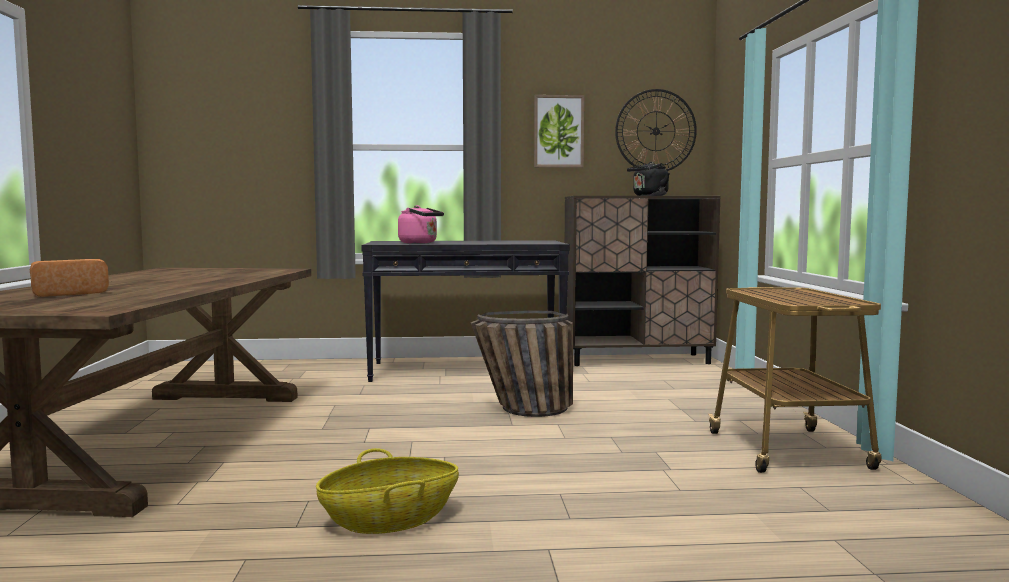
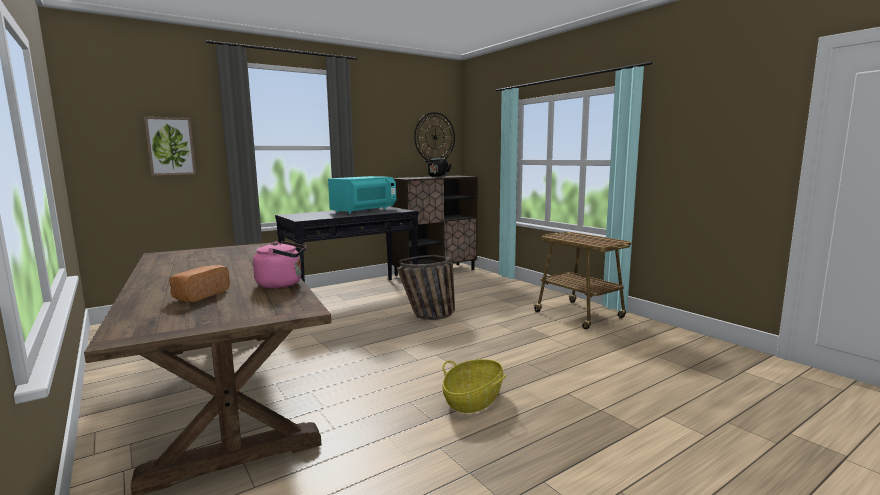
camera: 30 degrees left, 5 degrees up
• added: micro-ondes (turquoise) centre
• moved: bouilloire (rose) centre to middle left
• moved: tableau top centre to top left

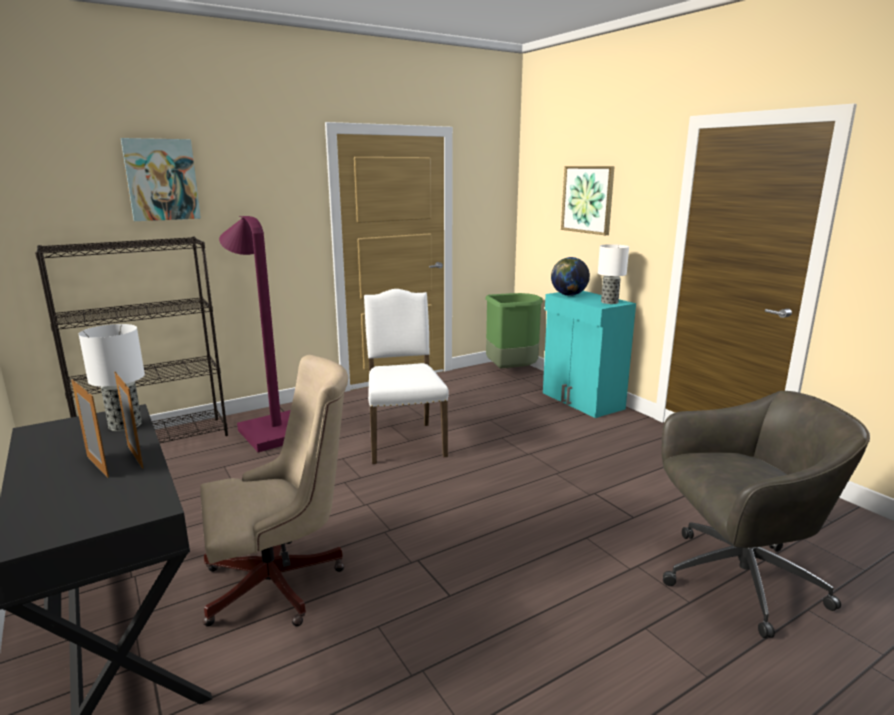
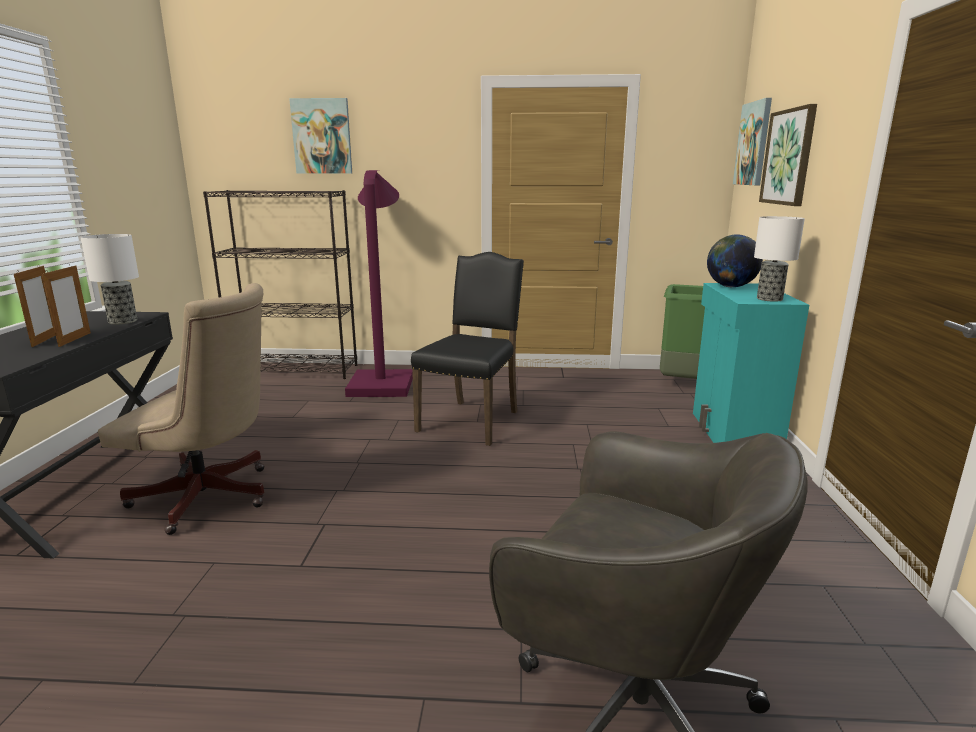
camera: 35 degrees right, 0 degrees up
• added: tableau (2nd from left) top right
• recoloured: chaise (blanc) centre to chaise (noir) centre

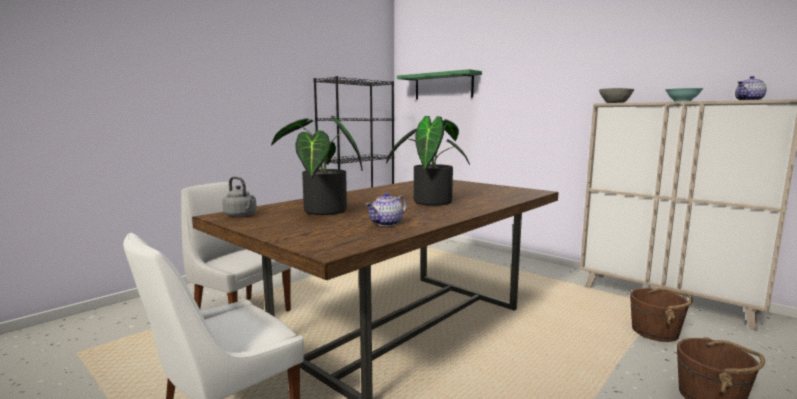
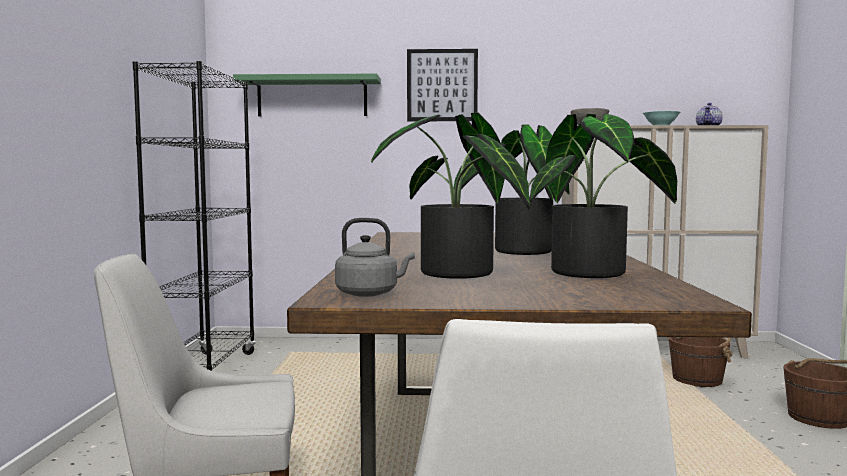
camera: 40 degrees left, 5 degrees down
• added: tableau top centre
• replaced: théière (1st from left) centre to plante en pot (3rd from left) middle right

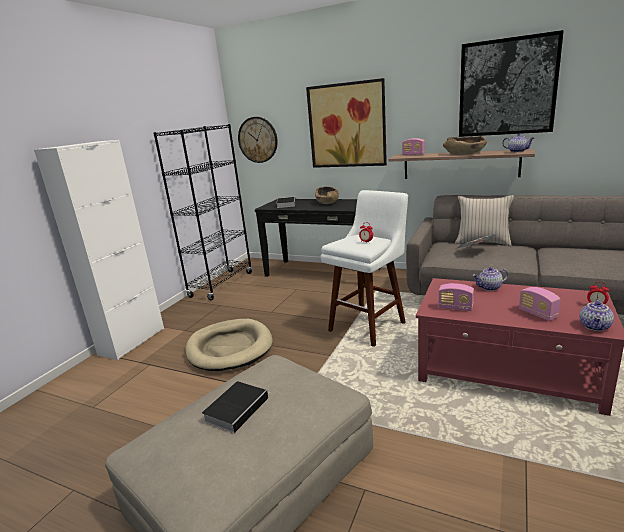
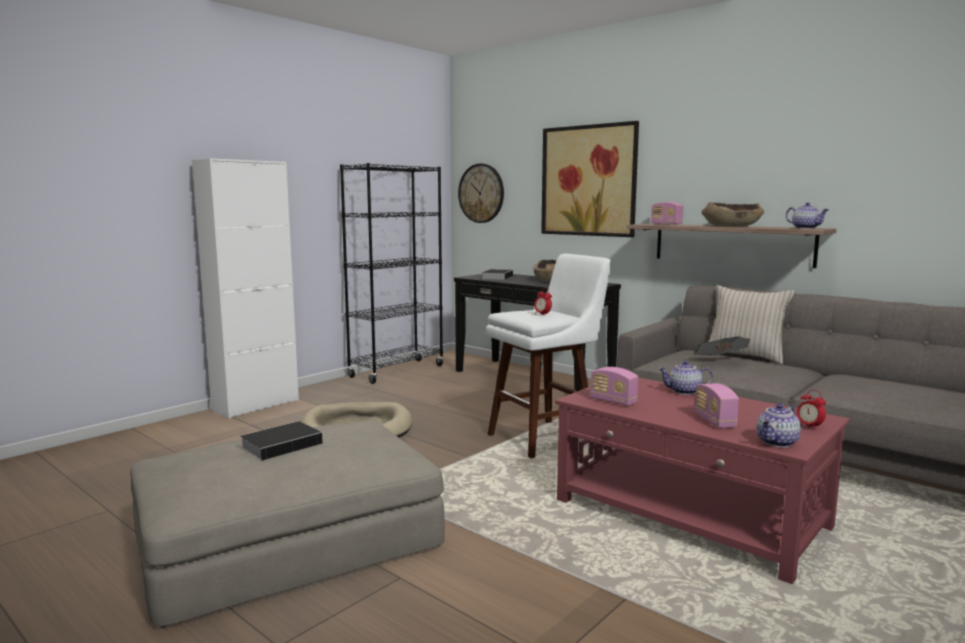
camera: 15 degrees right, 10 degrees down
• removed: tableau (2nd from left) top right

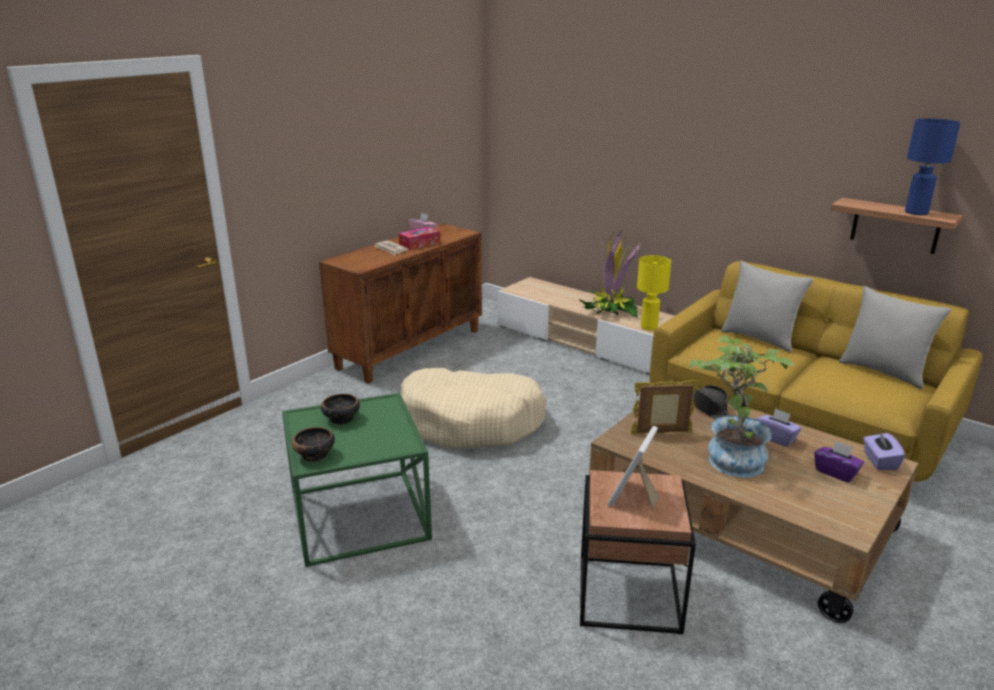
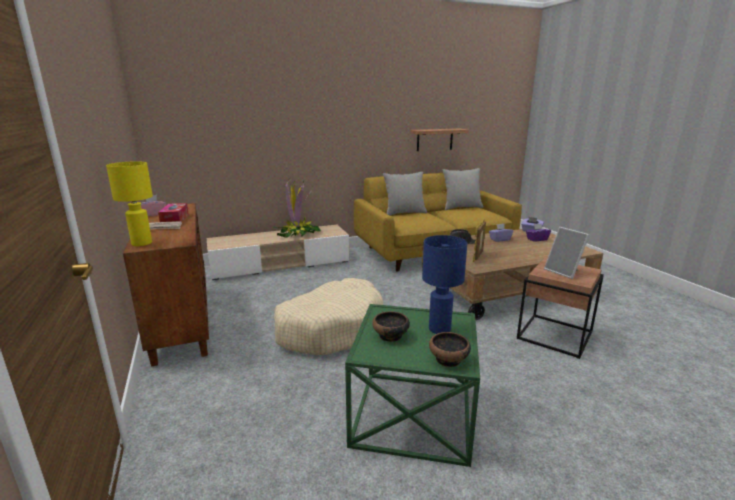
camera: 60 degrees left, 5 degrees down
• removed: plante en pot (2nd from left) middle right
• moved: lampe de table (jaune) centre to middle left
• moved: lampe de table (bleu) top right to centre

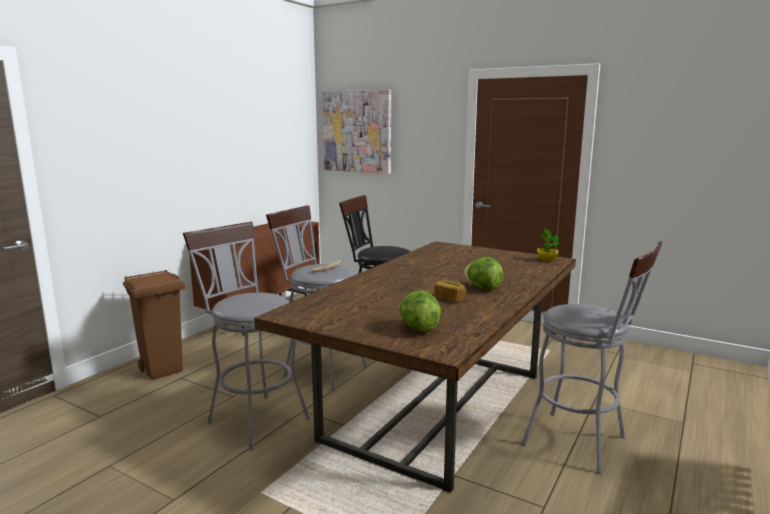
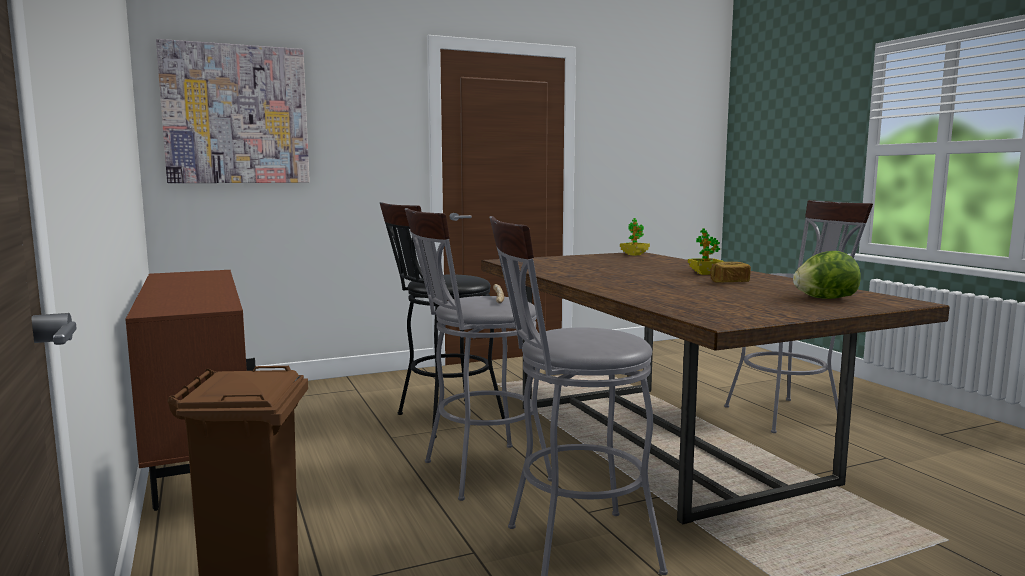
camera: 55 degrees left, 5 degrees down
• replaced: laitue (2nd from left) centre to plante en pot (2nd from left) middle right

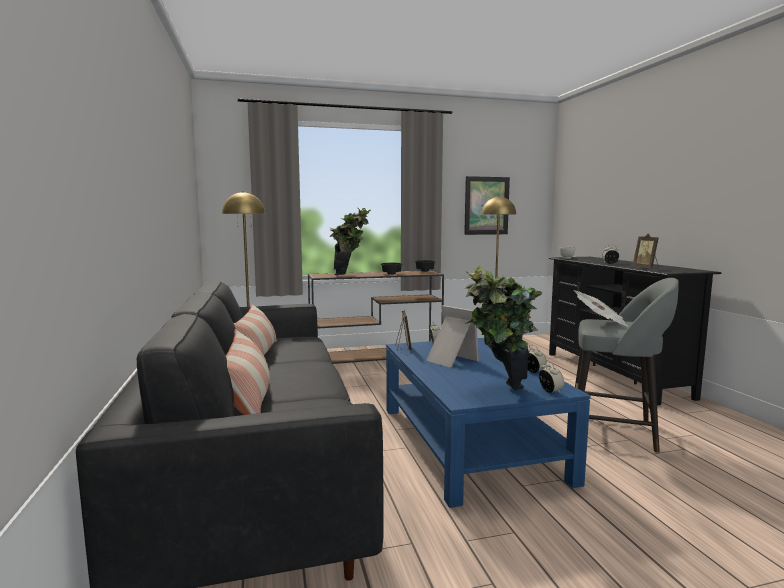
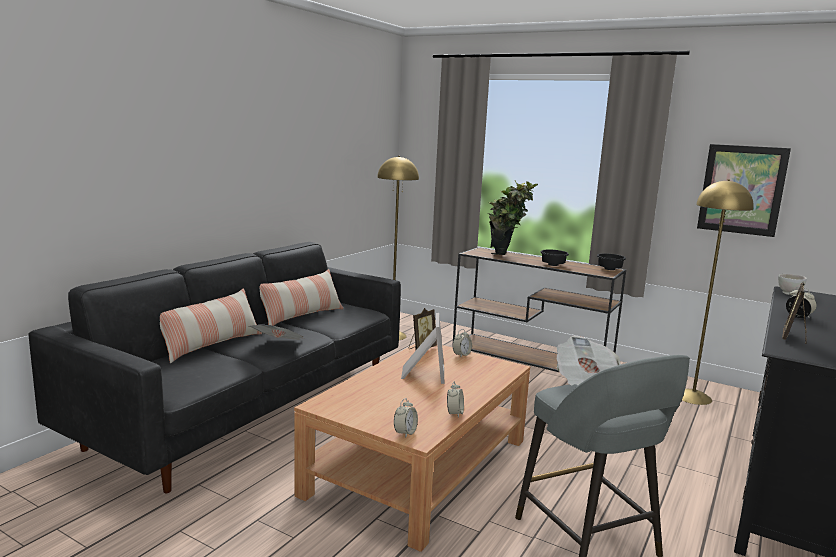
camera: 45 degrees right, 5 degrees up
• removed: plante en pot (2nd from left) centre
• added: journal (1st from left) middle left
• recoloured: table basse (bleu) bottom centre to table basse (marron) bottom centre

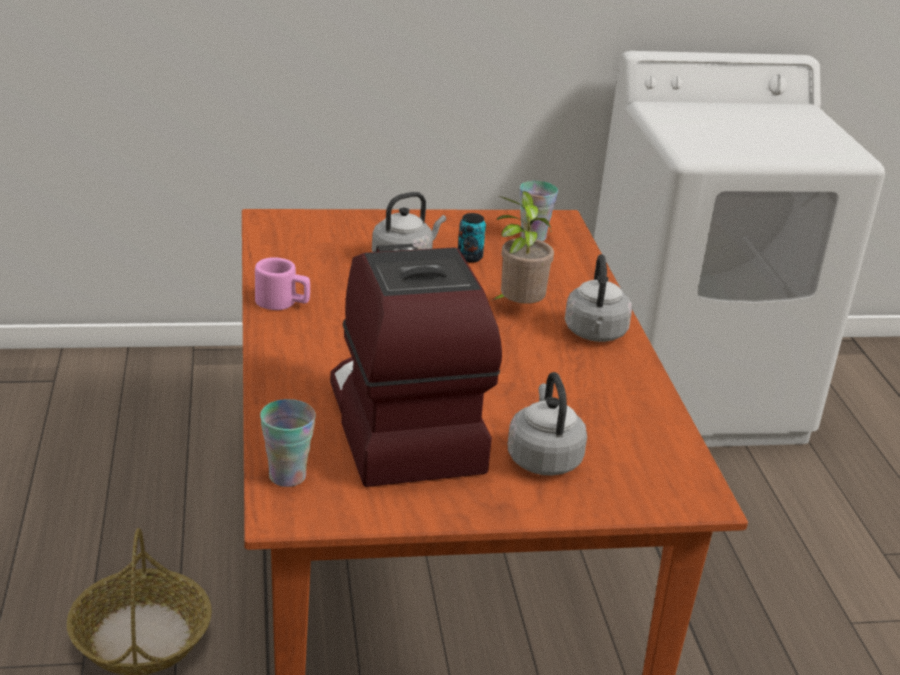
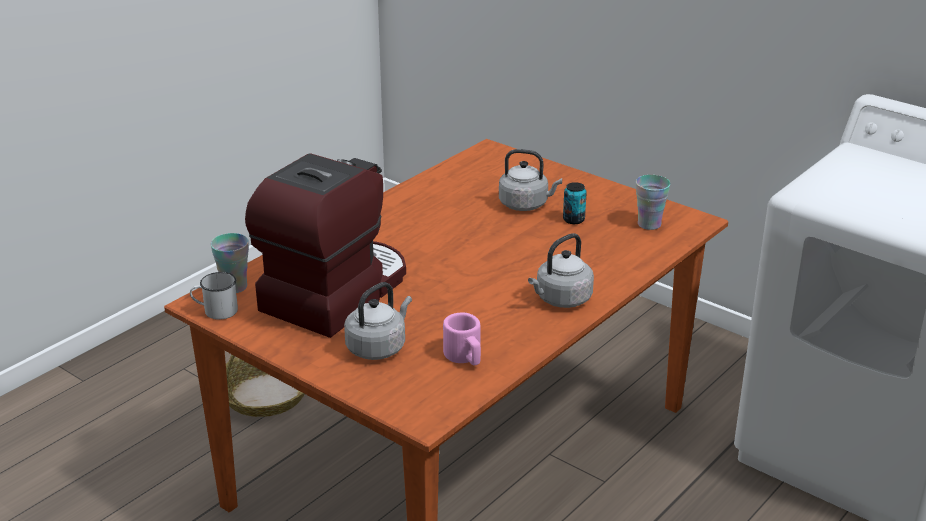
camera: 50 degrees right, 0 degrees up
• removed: plante en pot centre
• added: mug (blanc) middle left
• moved: mug (rose) middle left to centre

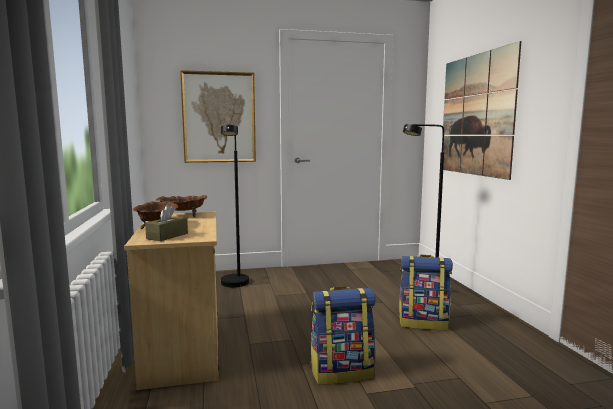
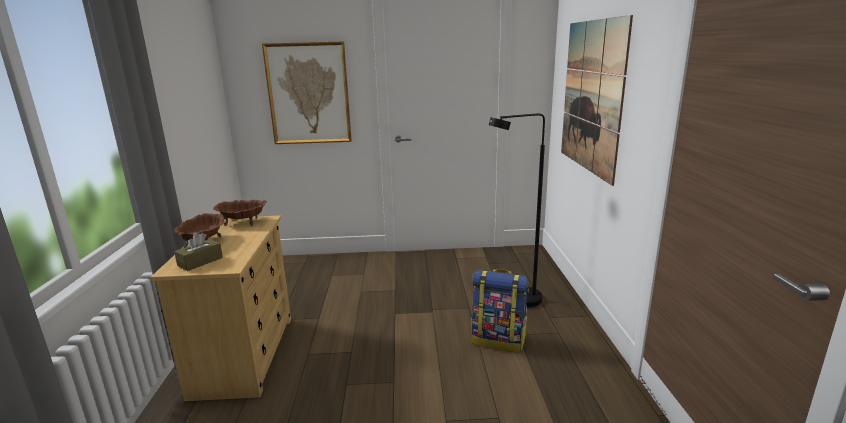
camera: 10 degrees right, 10 degrees up
• removed: lampadaire (noir) (1st from left) centre
• removed: sac à dos (1st from left) bottom centre

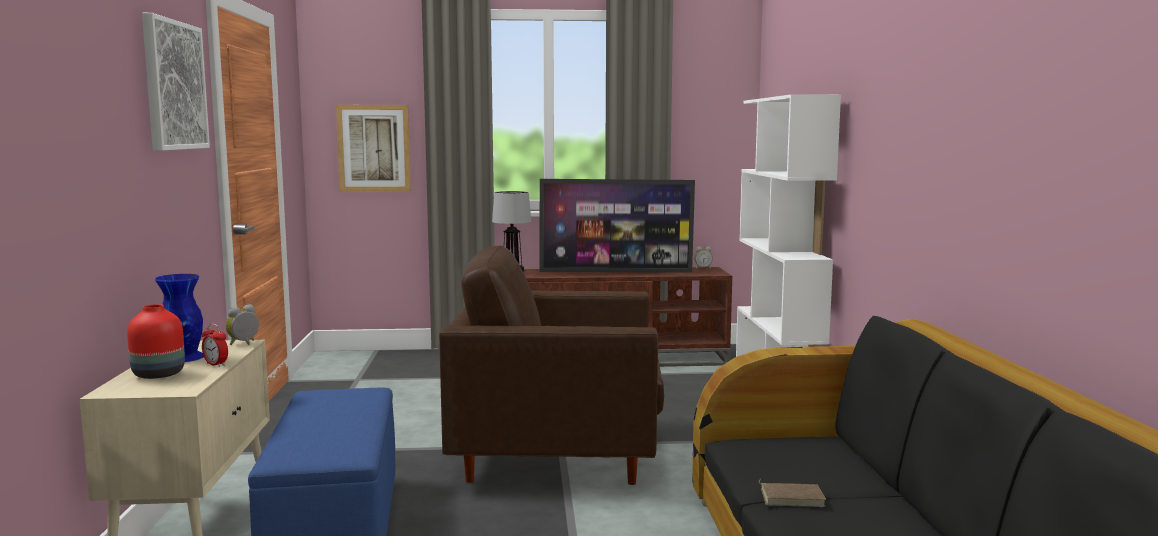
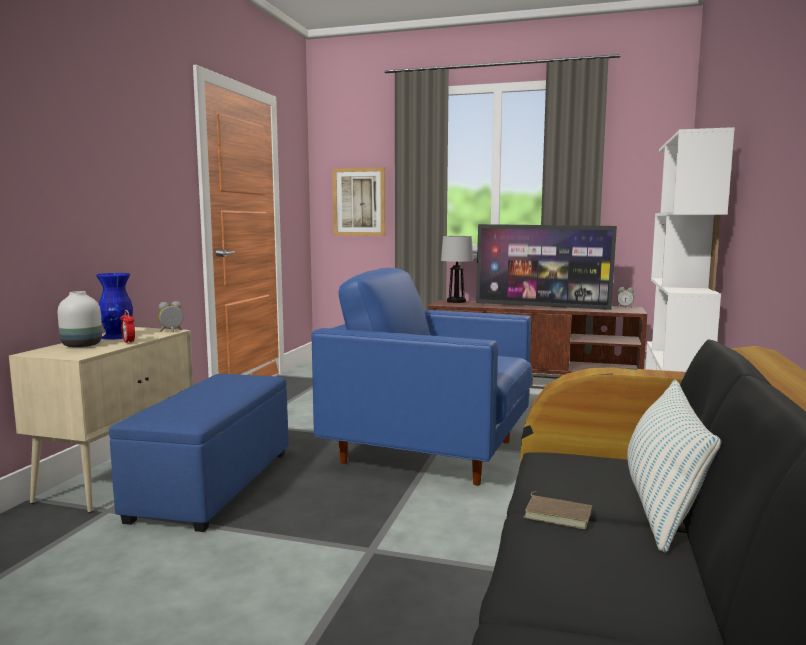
camera: 20 degrees right, 0 degrees up
• removed: tableau (1st from left) top left
• added: coussin bottom right
• recoloured: vase (rouge) middle left to vase (blanc) middle left
• recoloured: fauteuil (marron) bottom centre to fauteuil (bleu) centre

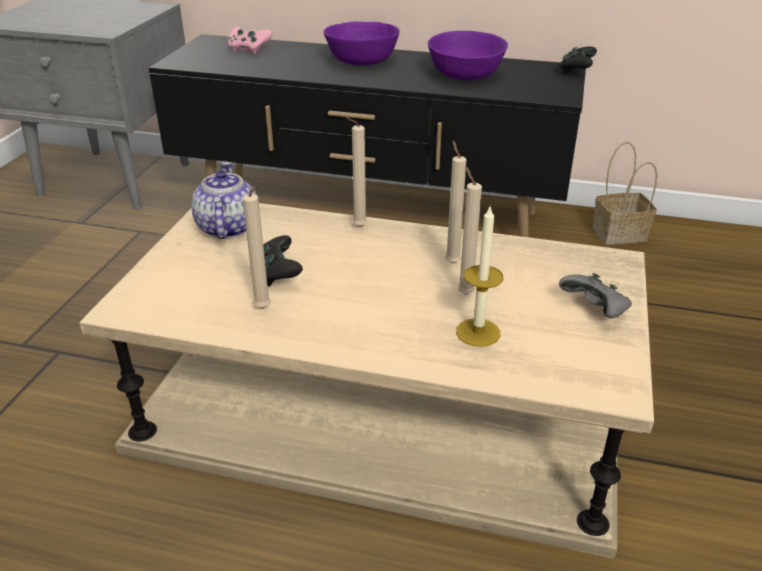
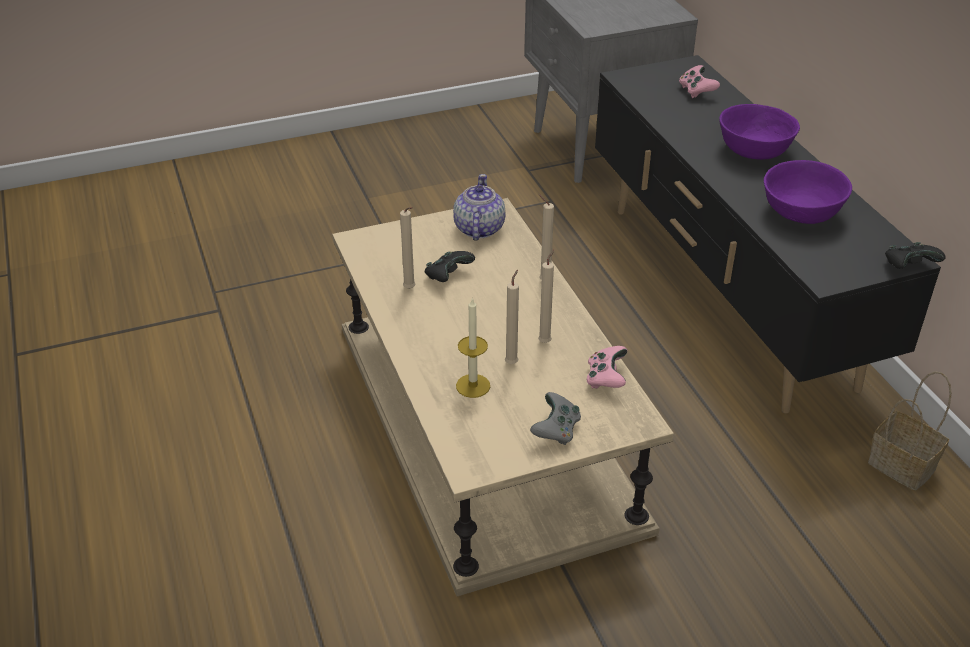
camera: 55 degrees right, 5 degrees up
• added: manette (rose) (1st from left) centre
• turned: théière middle left = top centre 45 degrees counterclockwise

